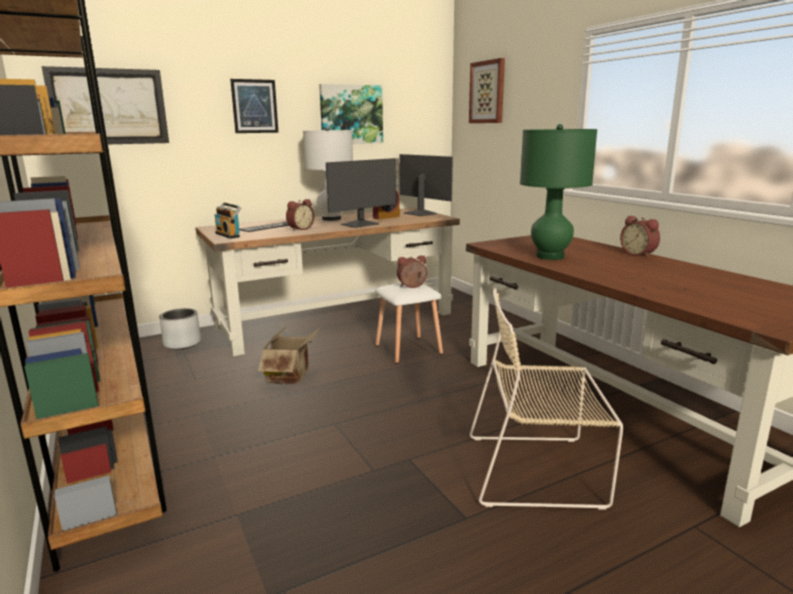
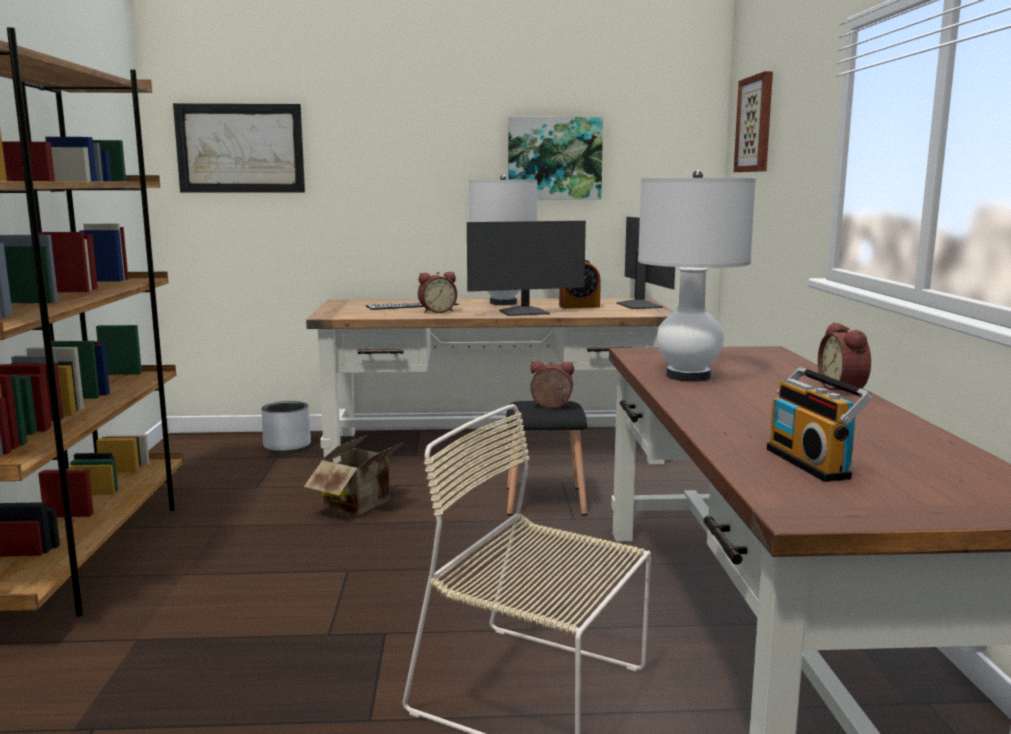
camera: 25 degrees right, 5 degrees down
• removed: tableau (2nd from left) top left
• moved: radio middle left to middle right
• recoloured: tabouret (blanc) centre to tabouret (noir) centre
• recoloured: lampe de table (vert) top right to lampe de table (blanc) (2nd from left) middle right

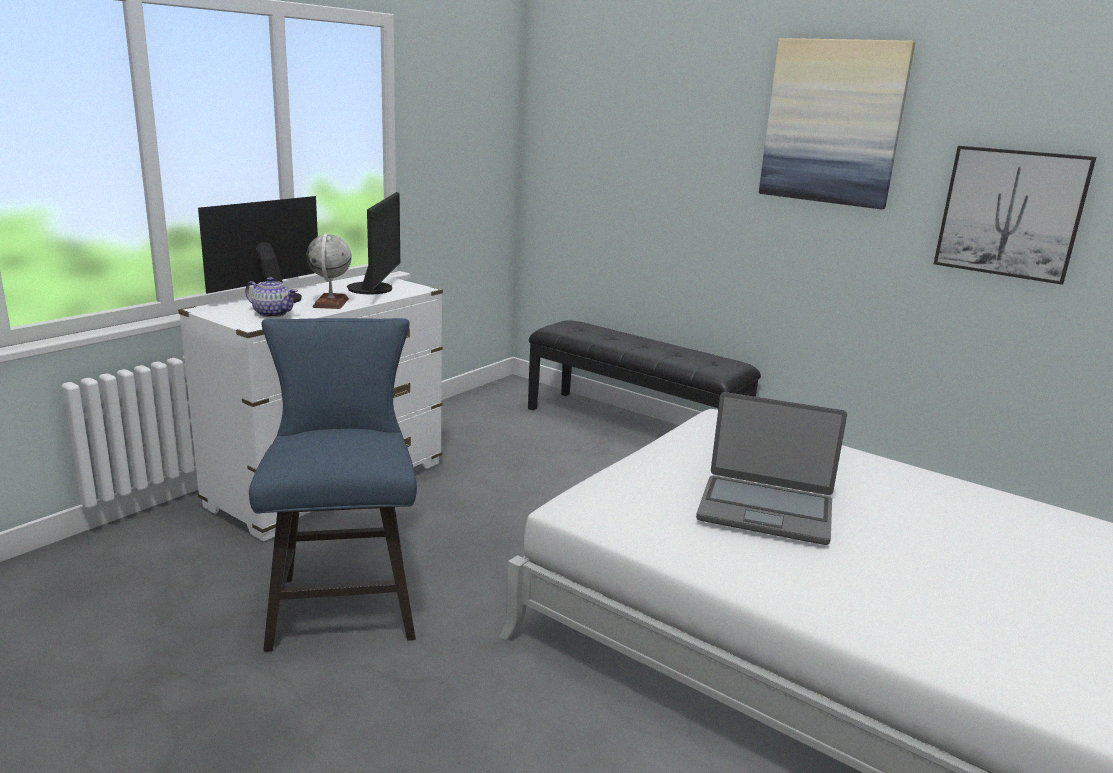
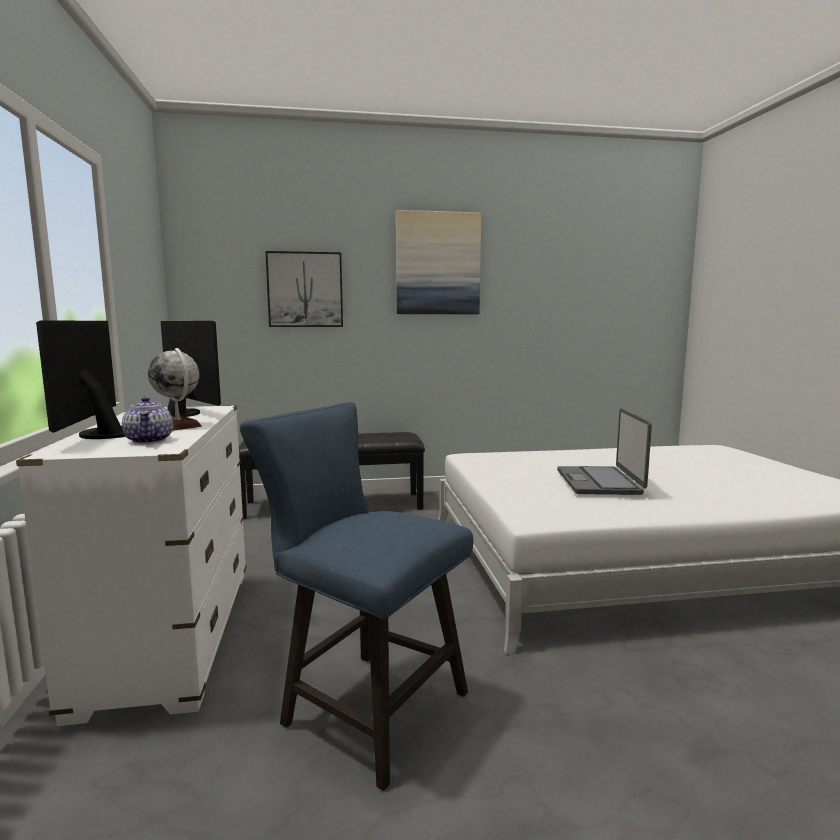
camera: 45 degrees left, 10 degrees down
• moved: tableau (2nd from left in the first image) top right to tableau (1st from left) centre
• turned: théière middle left = middle left 90 degrees clockwise
• turned: ordinateur portable middle right = middle right 120 degrees clockwise

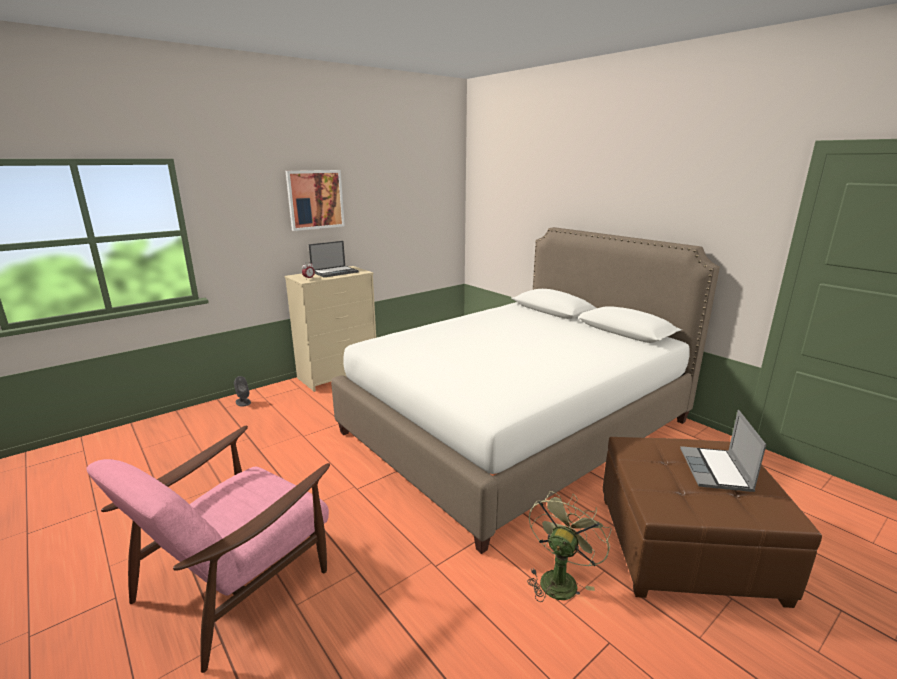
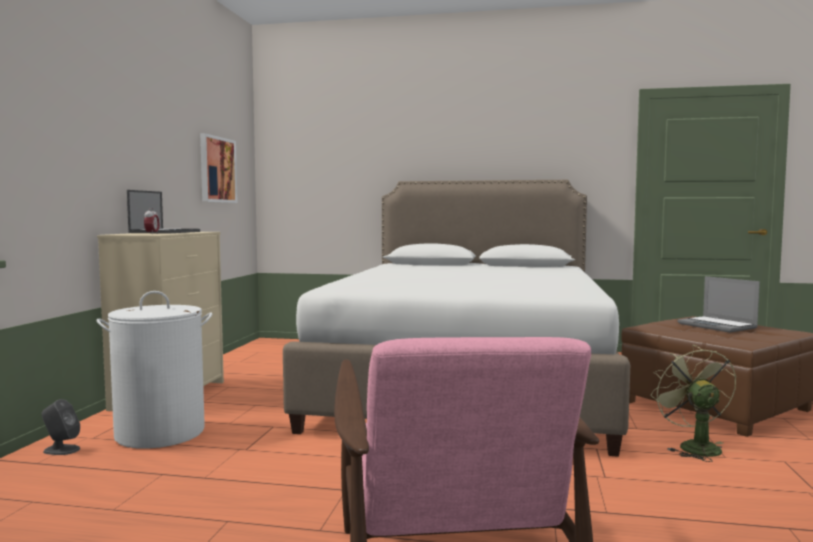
camera: 40 degrees left, 15 degrees down
• added: panier à linge (blanc) bottom left
• moved: tableau top centre to top left

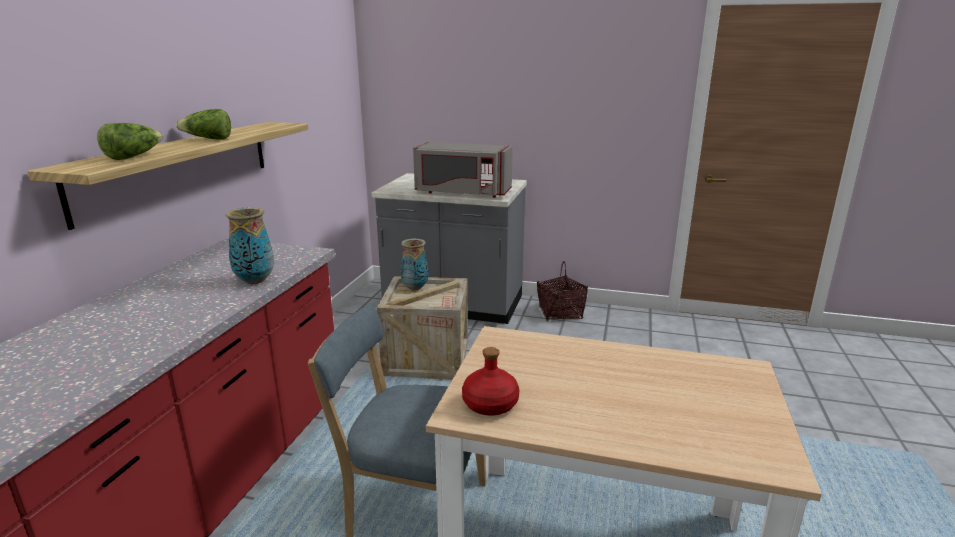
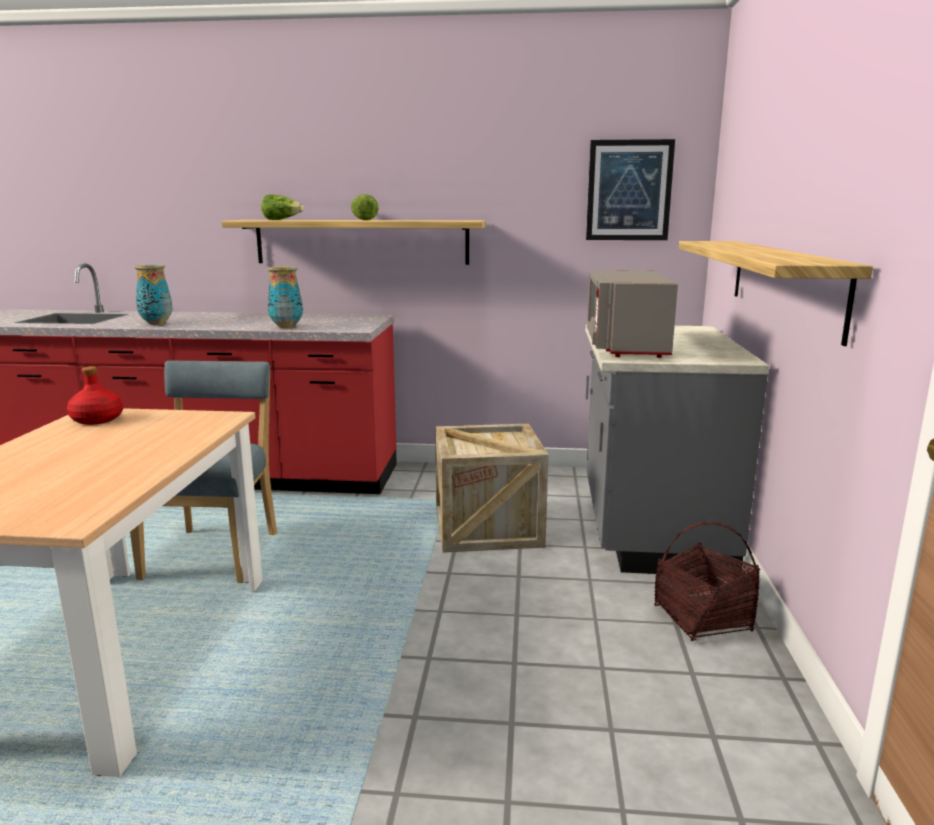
camera: 80 degrees right, 5 degrees down
• added: tableau top right
• added: étagère (2nd from left) middle right
• moved: vase (2nd from left in the first image) centre to vase (1st from left) middle left

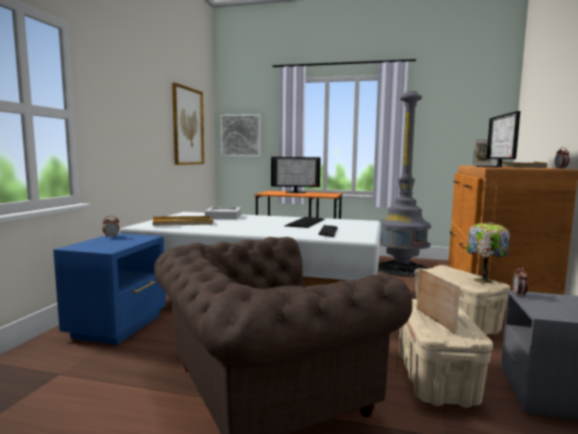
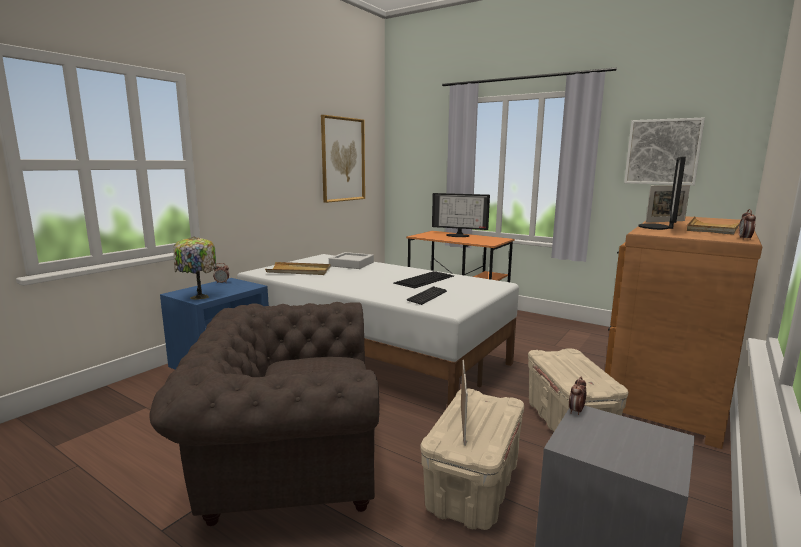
camera: 20 degrees right, 5 degrees up
• removed: lampadaire (gris) middle right
• moved: tableau (2nd from left) top centre to top right
• moved: lampe de table middle right to middle left

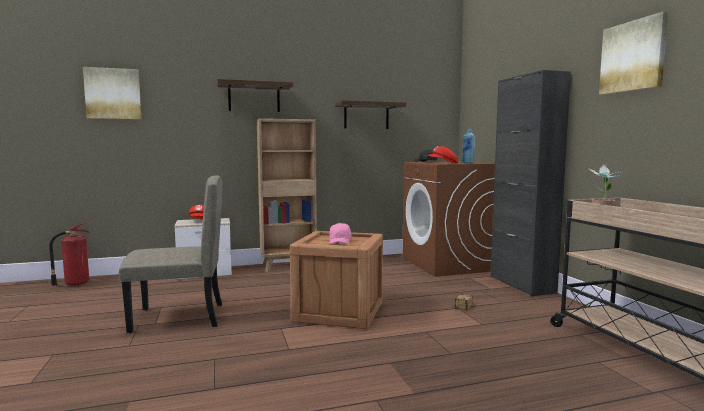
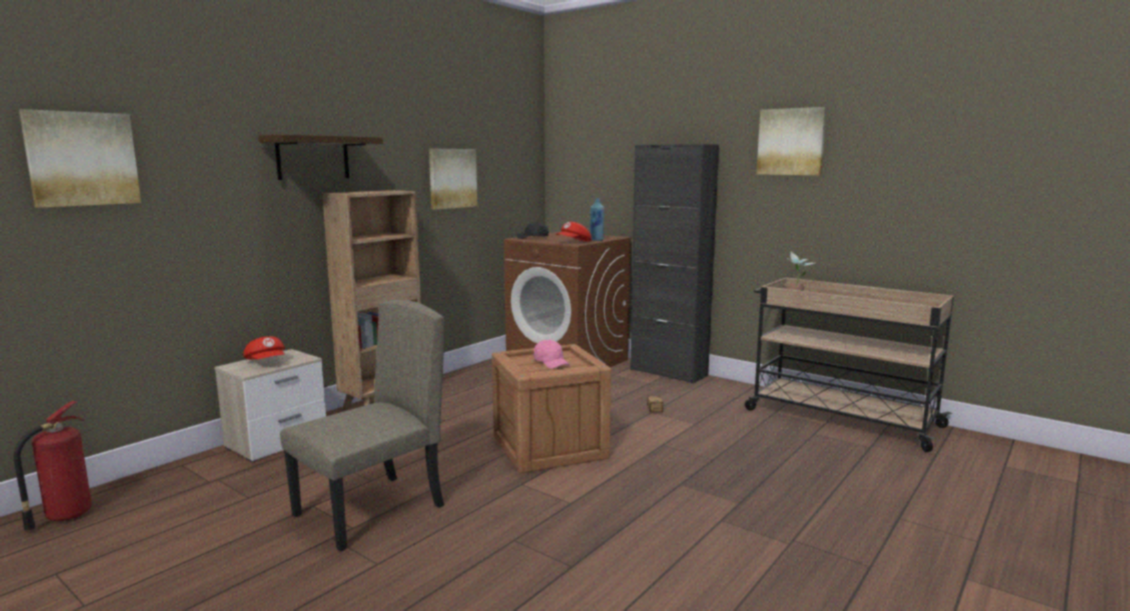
camera: 35 degrees left, 5 degrees up
• replaced: étagère (2nd from left) top centre to tableau (2nd from left) top centre

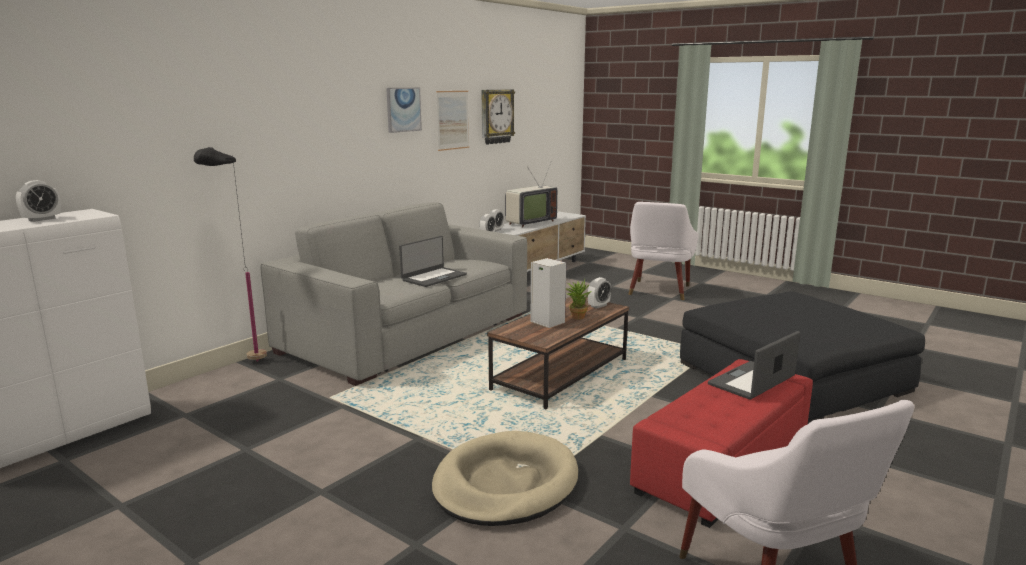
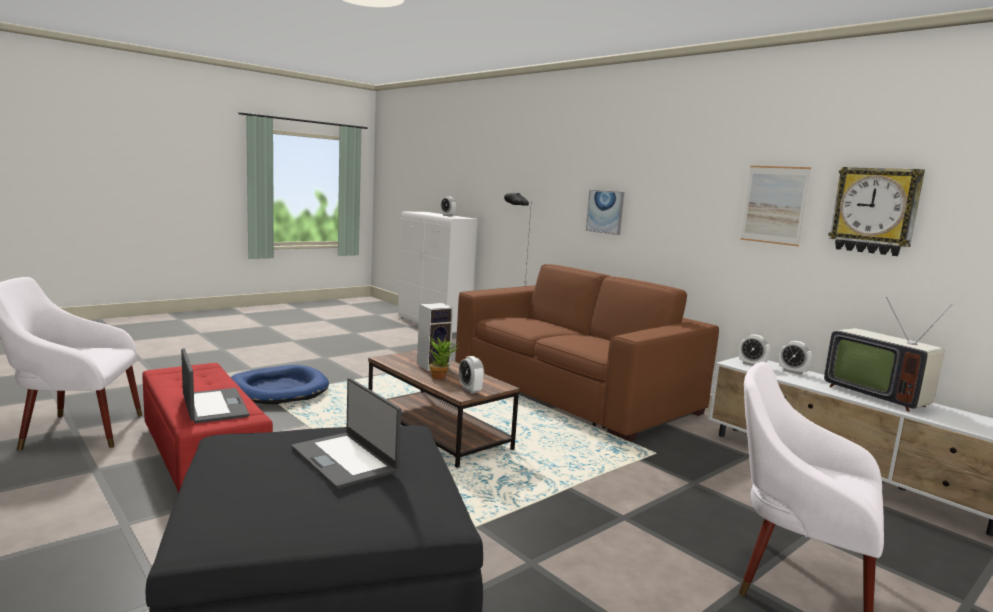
camera: 100 degrees right, 5 degrees down
• moved: tableau (1st from left) top centre to centre
• moved: ordinateur portable (1st from left in the first image) centre to ordinateur portable (2nd from left) bottom centre
• recoloured: canapé (gris) centre to canapé (marron) centre
• recoloured: panier pour chien (beige) bottom centre to panier pour chien (bleu) middle left

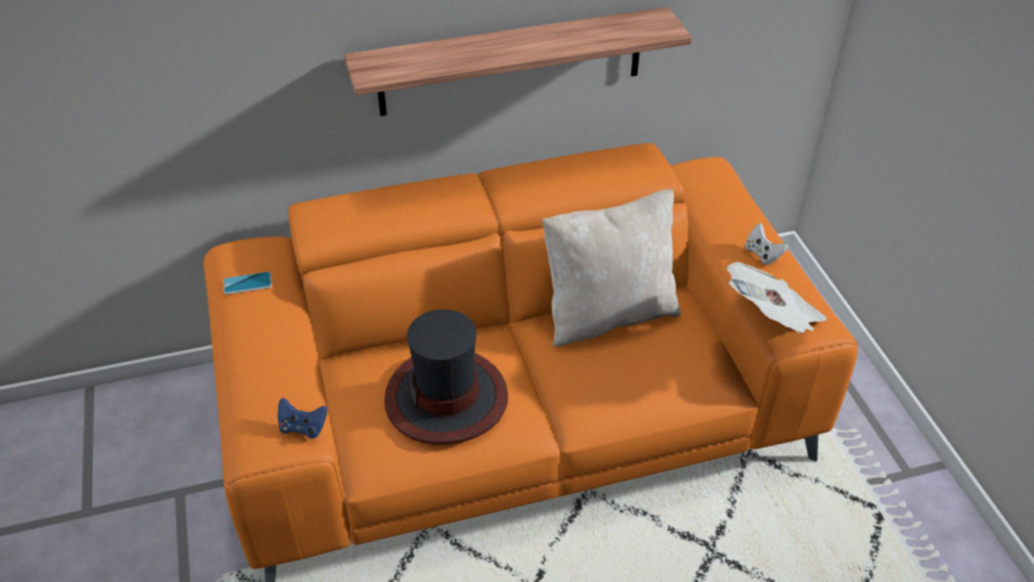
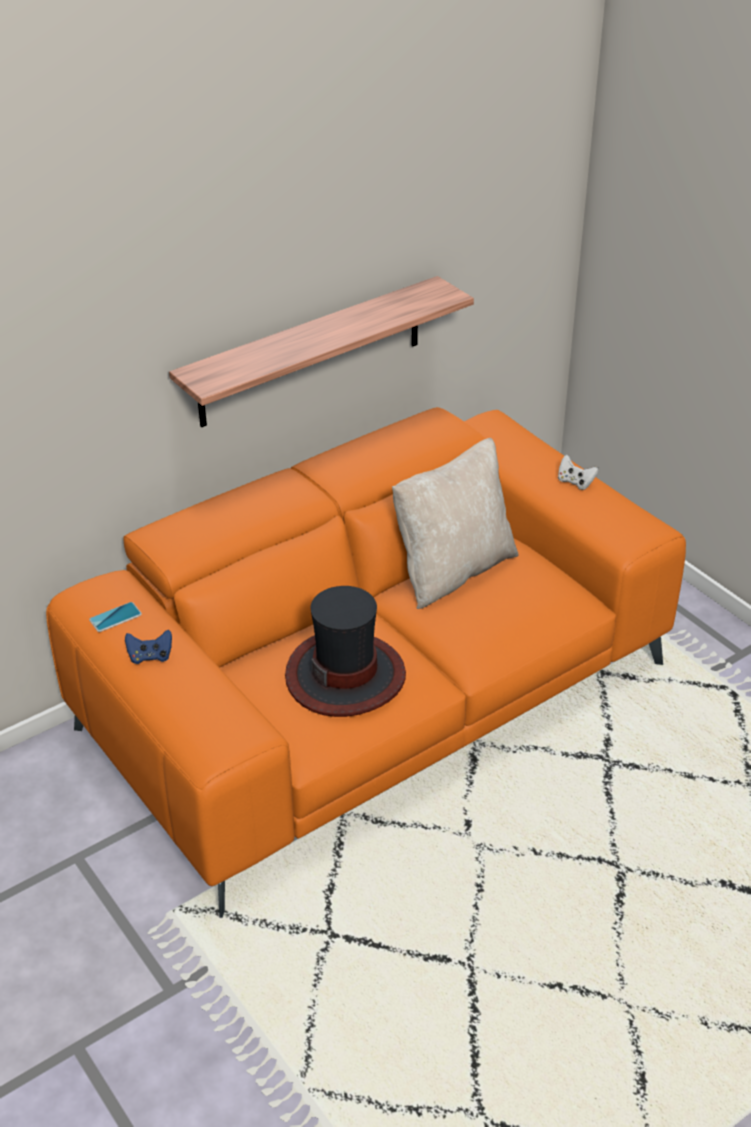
camera: 20 degrees left, 5 degrees down
• removed: journal middle right
• moved: manette (bleu) bottom left to middle left

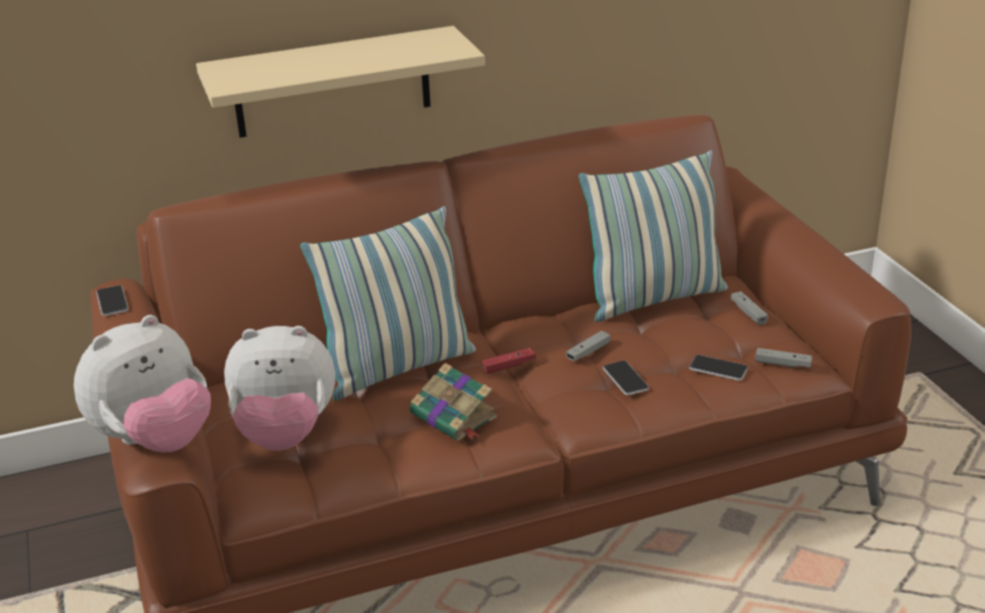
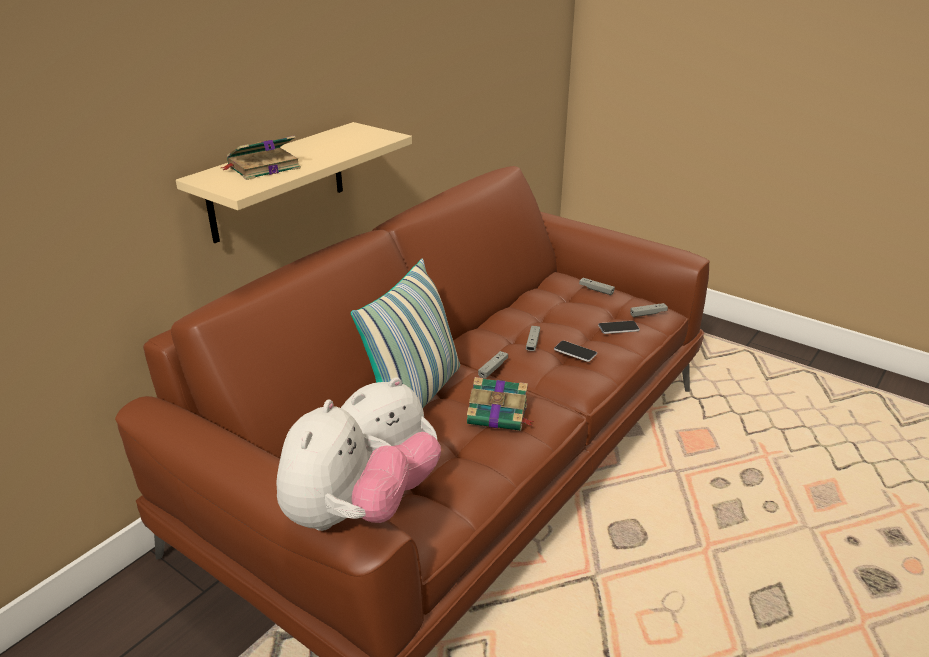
camera: 35 degrees left, 0 degrees up
• removed: téléphone (1st from left) middle left
• removed: coussin (2nd from left) centre
• added: livre (1st from left) top left
• recoloured: manette (rouge) centre to manette (gris) (1st from left) centre

